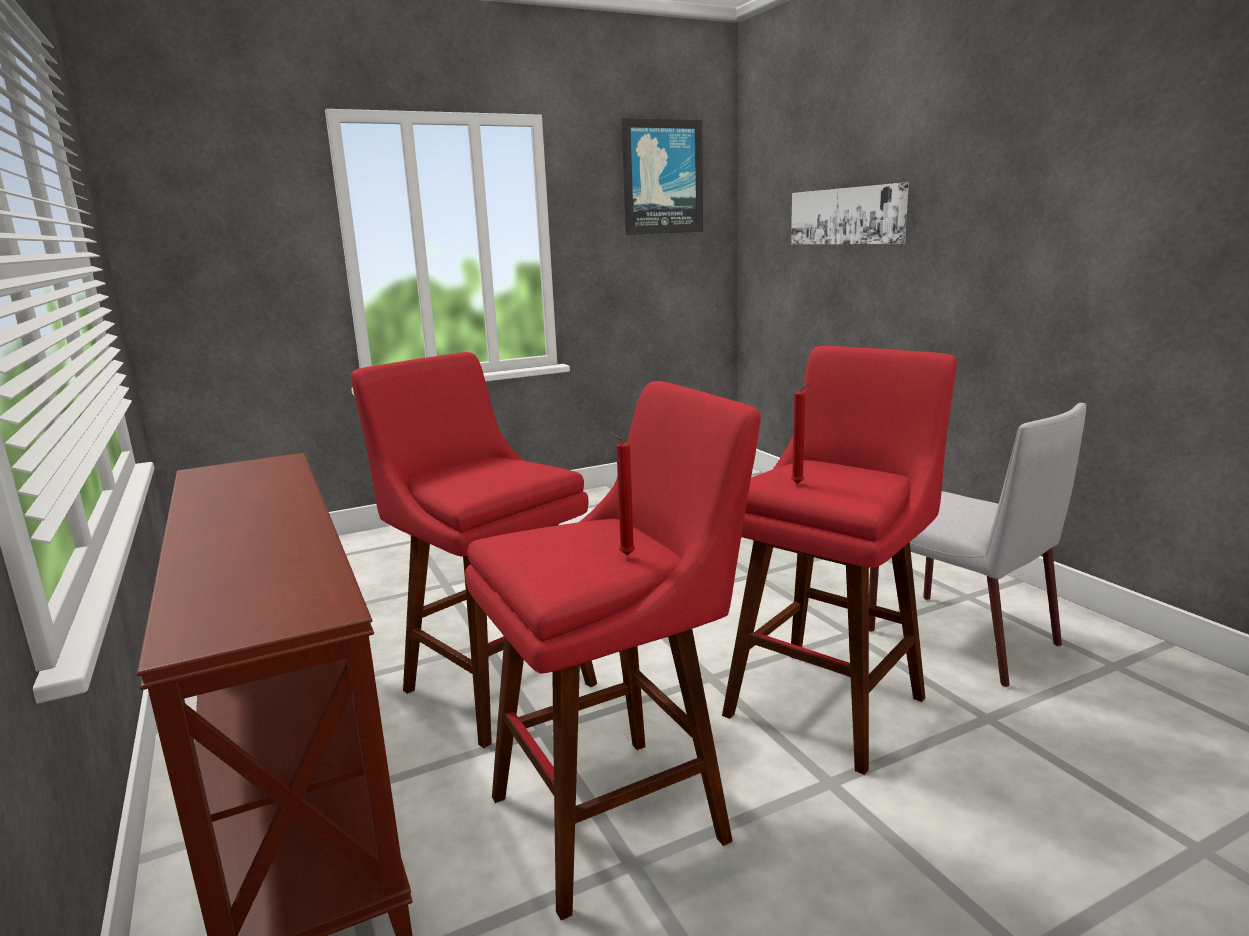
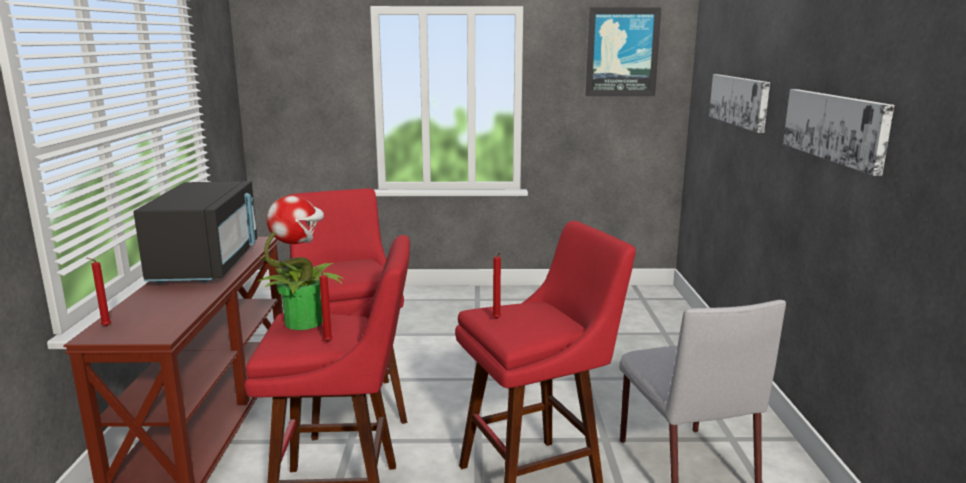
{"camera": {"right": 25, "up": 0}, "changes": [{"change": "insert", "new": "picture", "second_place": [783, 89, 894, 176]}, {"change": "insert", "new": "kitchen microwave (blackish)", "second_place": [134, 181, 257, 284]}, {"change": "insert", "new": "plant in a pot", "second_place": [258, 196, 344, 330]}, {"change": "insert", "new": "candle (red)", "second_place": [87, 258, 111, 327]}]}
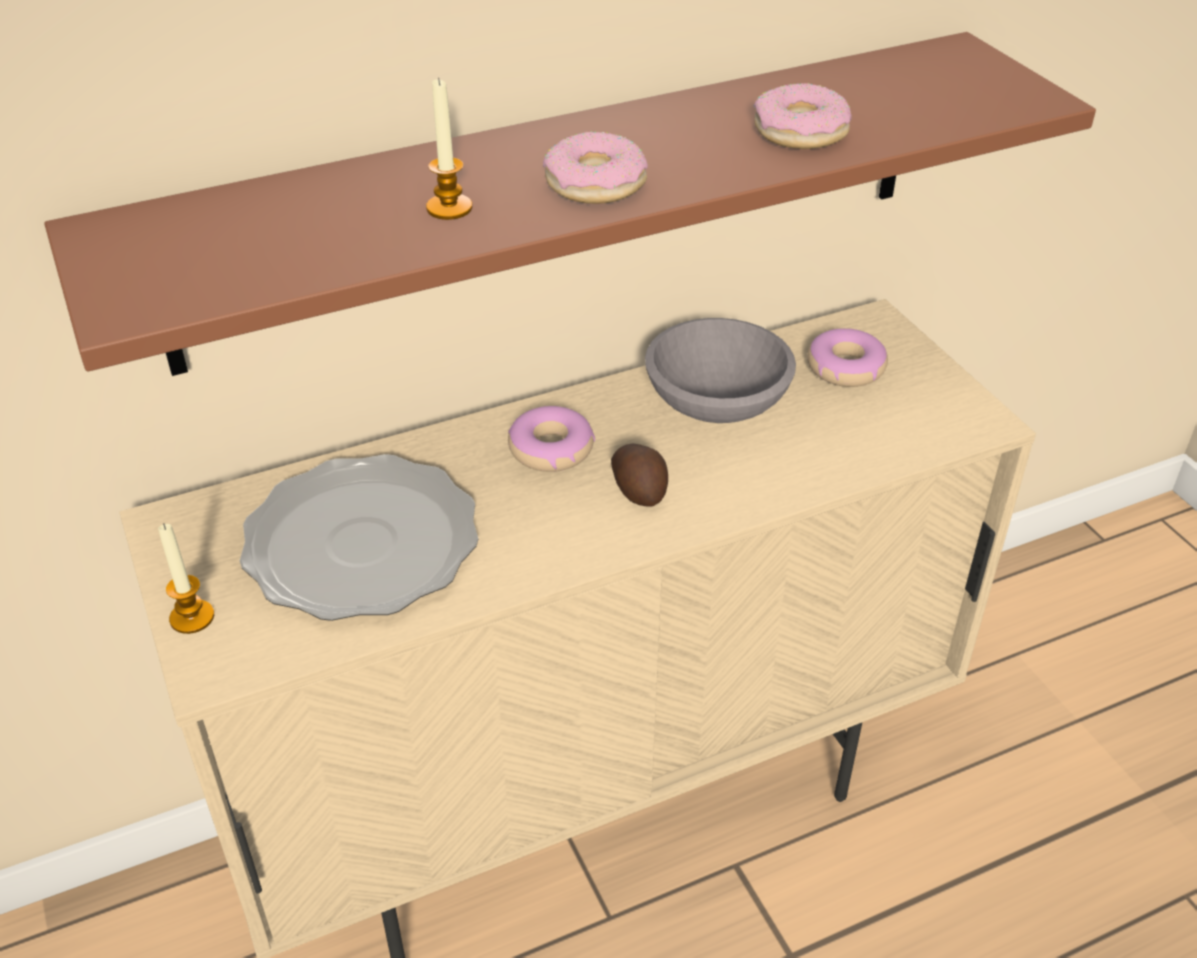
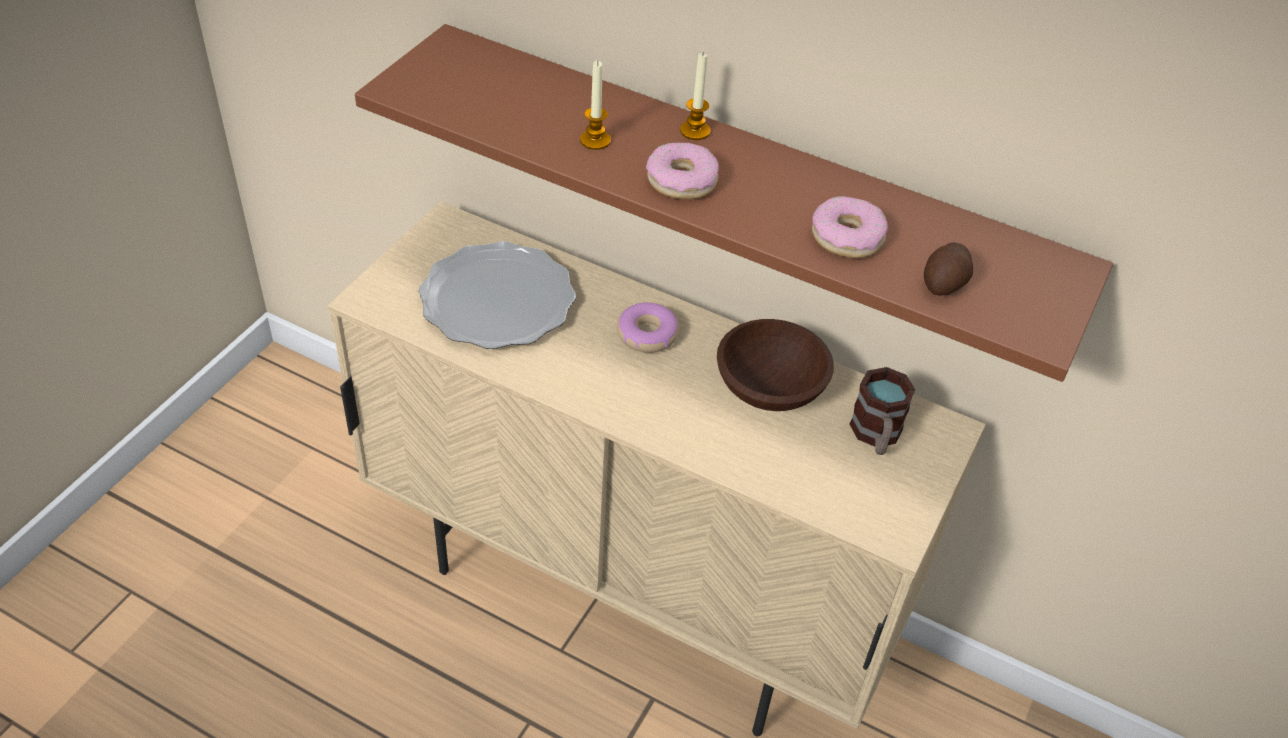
{"camera": {"right": 50, "up": 5}, "changes": [{"change": "recolor", "old": "serving bowl (gray)", "new": "serving bowl (brown-coloured)", "first_place": [645, 318, 796, 423], "second_place": [717, 319, 834, 411]}, {"change": "replace", "old": "donut", "new": "tea mug", "first_place": [807, 328, 888, 387], "second_place": [849, 367, 915, 455]}, {"change": "move", "old": "potato", "first_place": [611, 444, 668, 506], "second_place": [924, 242, 973, 296]}, {"change": "move", "old": "candle", "first_place": [158, 523, 214, 634], "second_place": [680, 53, 711, 140]}]}
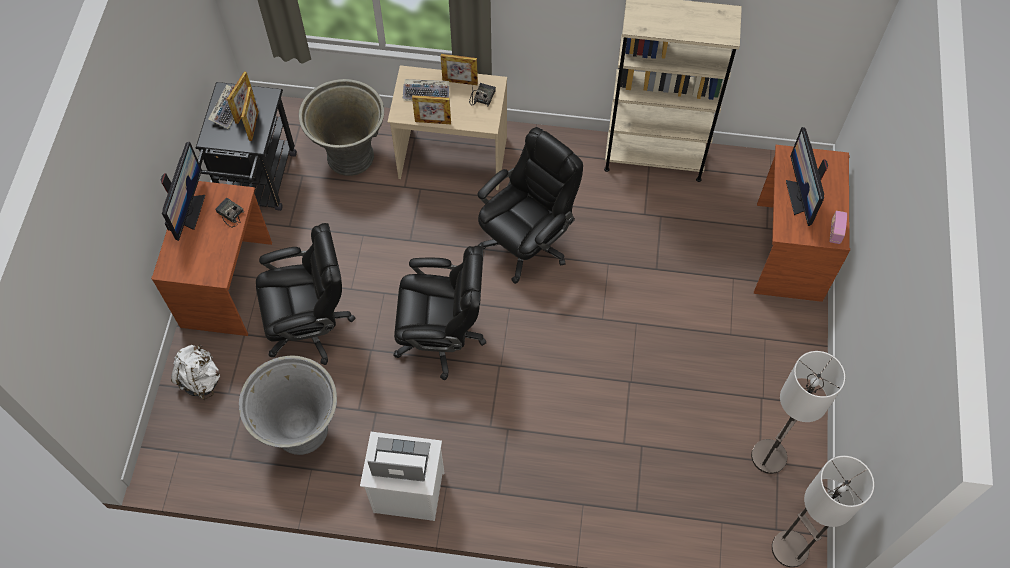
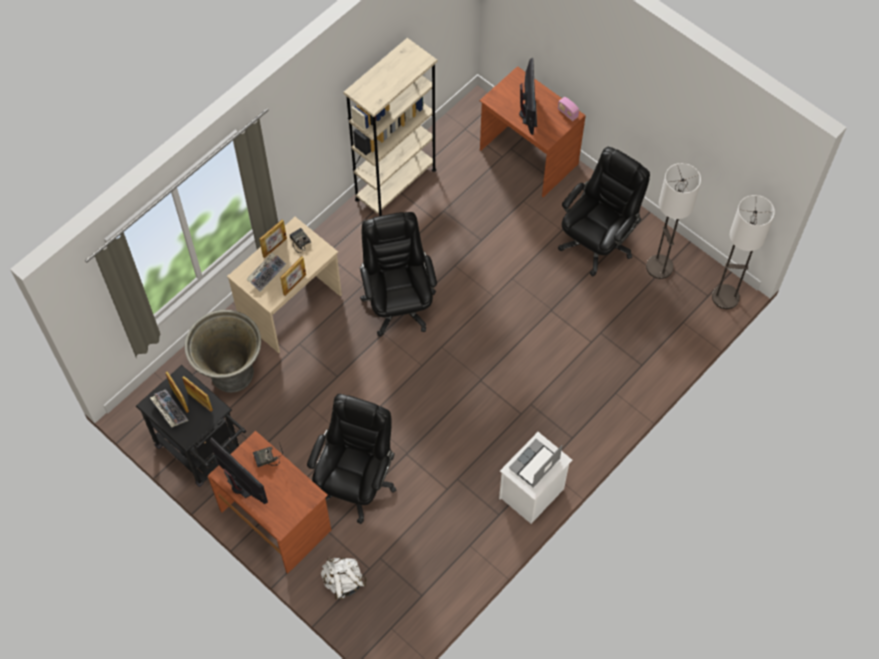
{"camera": {"right": -55, "up": 0}, "changes": [{"change": "rotate", "old": "computer display", "first_place": [786, 127, 828, 226], "second_place": [519, 58, 537, 135], "degrees": -120}, {"change": "move", "old": "desk chair (blackish)", "first_place": [393, 245, 486, 380], "second_place": [558, 147, 650, 277]}, {"change": "delete", "old": "flower pot (gray)", "first_place": [239, 355, 337, 455]}]}
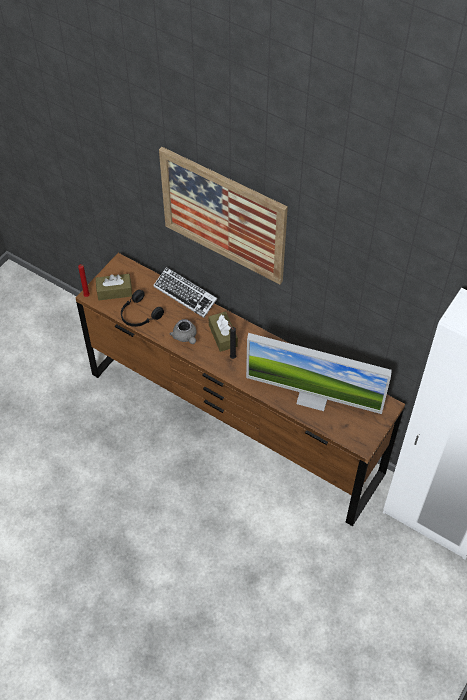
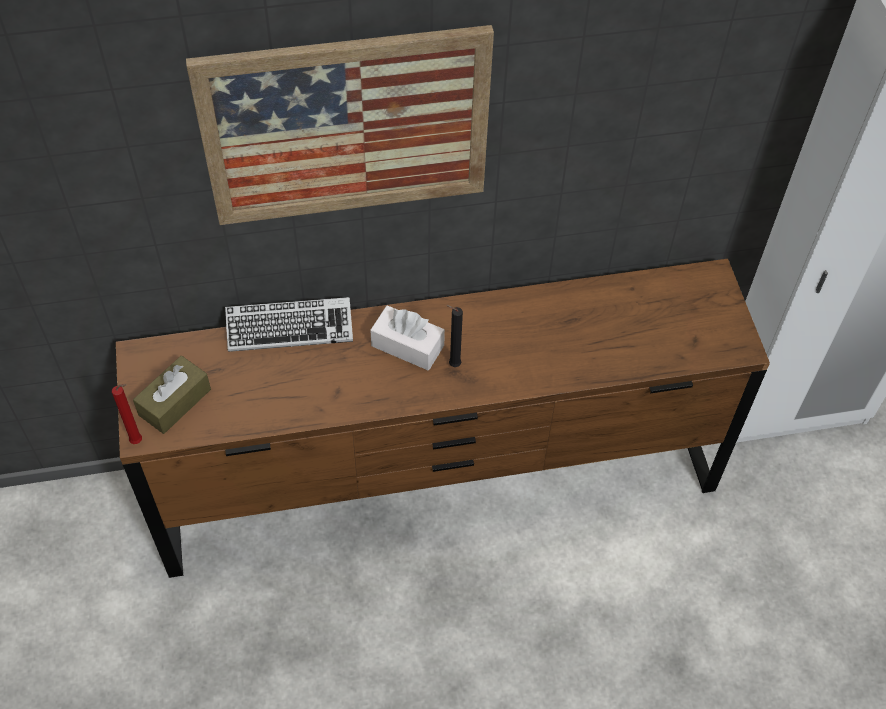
{"camera": {"right": -45, "up": 0}, "changes": [{"change": "delete", "old": "pair of headphones (blackish)", "first_place": [121, 290, 164, 327]}, {"change": "recolor", "old": "tissue holder (brown-coloured)", "new": "tissue holder (white)", "first_place": [208, 312, 238, 352], "second_place": [370, 305, 445, 370]}, {"change": "delete", "old": "pot for tea (gray)", "first_place": [169, 319, 197, 344]}, {"change": "delete", "old": "computer display", "first_place": [246, 333, 392, 414]}]}
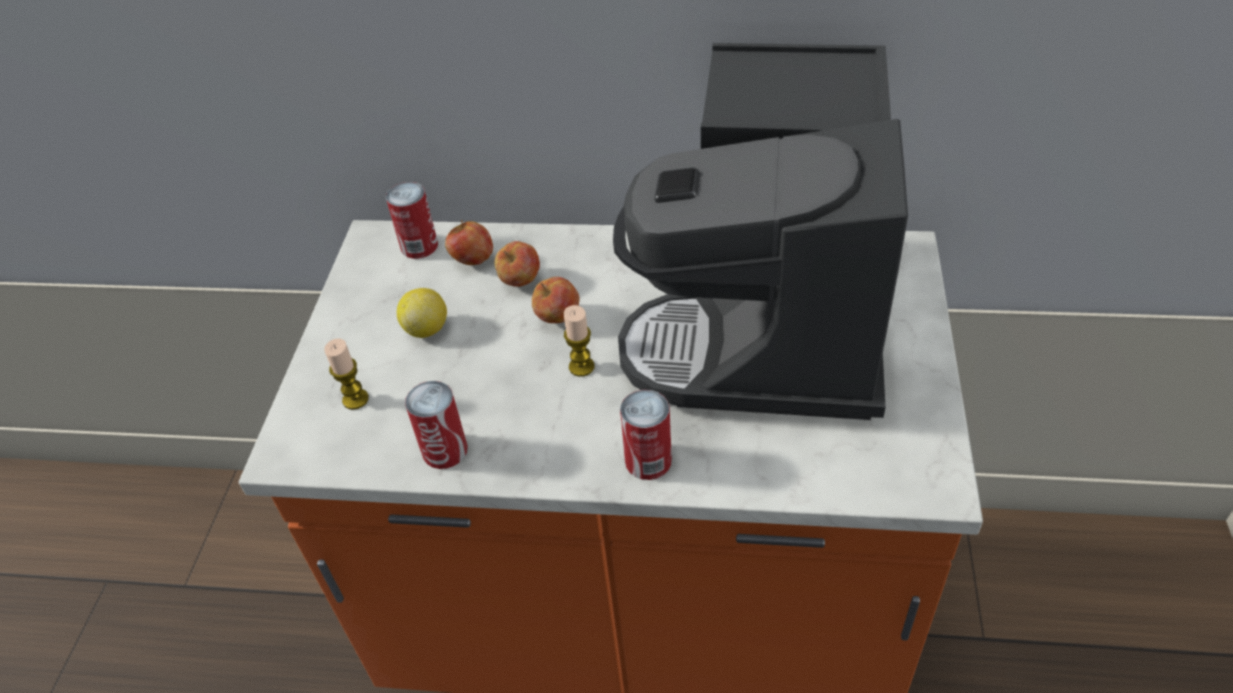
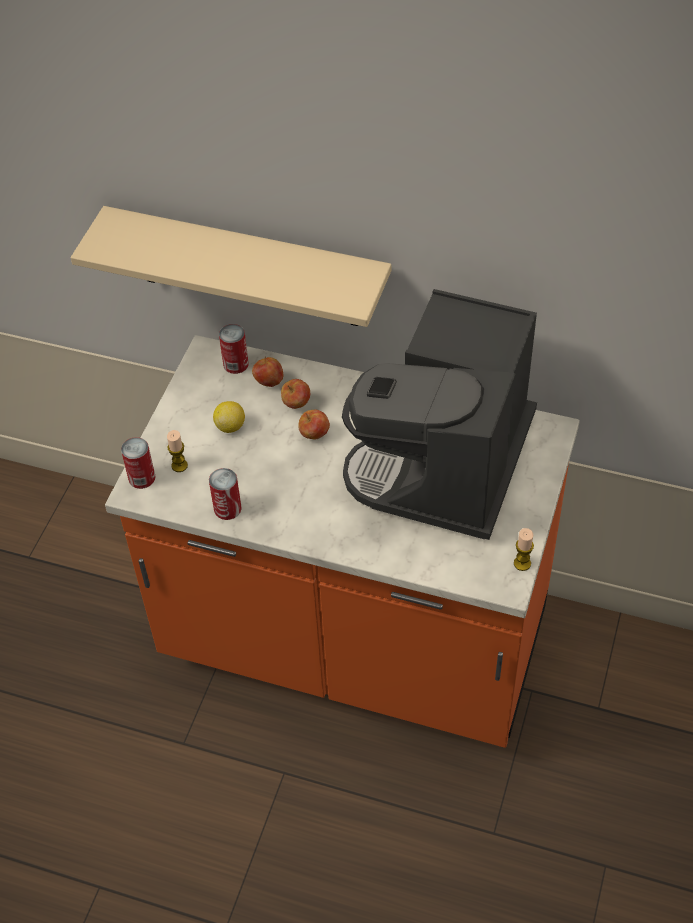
{"camera": {"right": 10, "up": 5}, "changes": [{"change": "move", "old": "candle", "first_place": [564, 305, 594, 377], "second_place": [514, 528, 534, 571]}, {"change": "move", "old": "metal can", "first_place": [620, 390, 672, 480], "second_place": [121, 437, 156, 489]}, {"change": "insert", "new": "wall shelf (sand-coloured)", "second_place": [71, 206, 391, 327]}]}
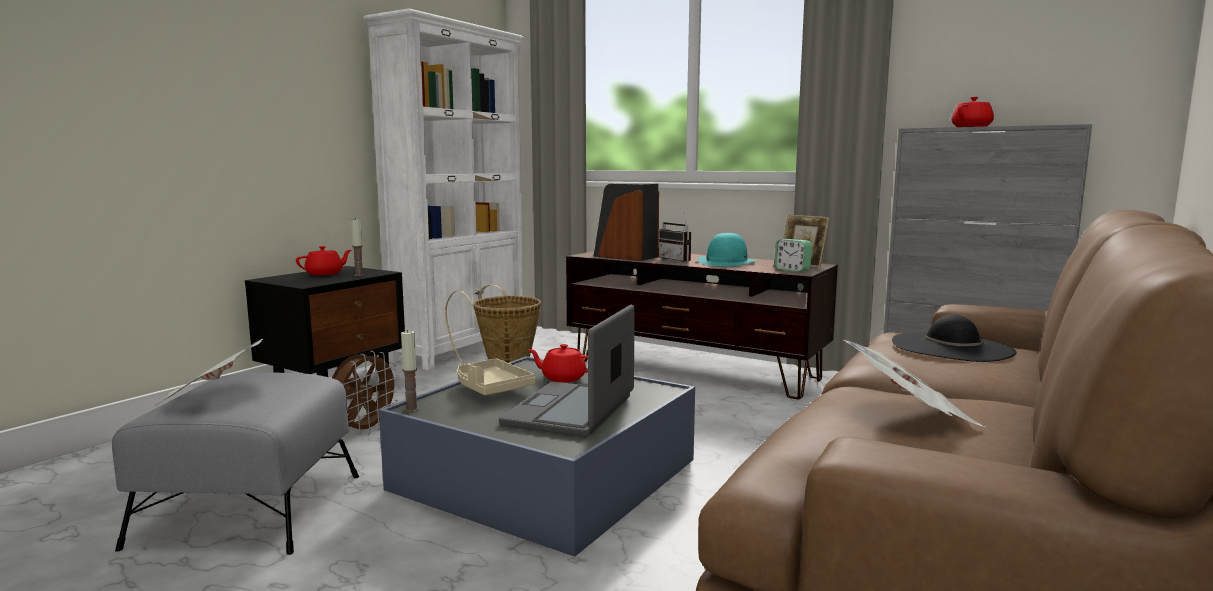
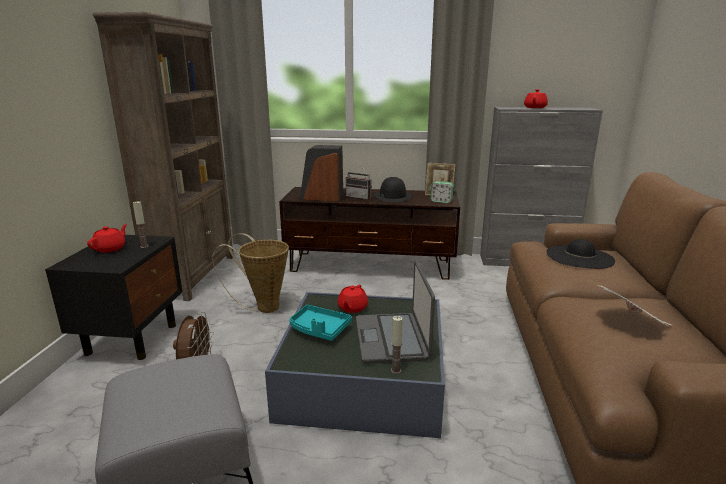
{"camera": {"right": -25, "up": 10}, "changes": [{"change": "recolor", "old": "shelving unit (white)", "new": "shelving unit (brown-coloured)", "first_place": [364, 8, 524, 371], "second_place": [93, 12, 233, 301]}, {"change": "recolor", "old": "wearable hat (turquoise-coloured)", "new": "wearable hat (blackish)", "first_place": [697, 233, 756, 266], "second_place": [374, 177, 412, 202]}, {"change": "move", "old": "candle", "first_place": [401, 330, 419, 412], "second_place": [391, 316, 403, 374]}, {"change": "delete", "old": "printed paper", "first_place": [154, 339, 263, 406]}, {"change": "rotate", "old": "pot for tea (red)", "first_place": [528, 344, 588, 382], "second_place": [338, 284, 368, 313], "degrees": -60}, {"change": "recolor", "old": "serving tray (sand-coloured)", "new": "serving tray (turquoise-coloured)", "first_place": [457, 358, 535, 395], "second_place": [289, 305, 352, 341]}]}
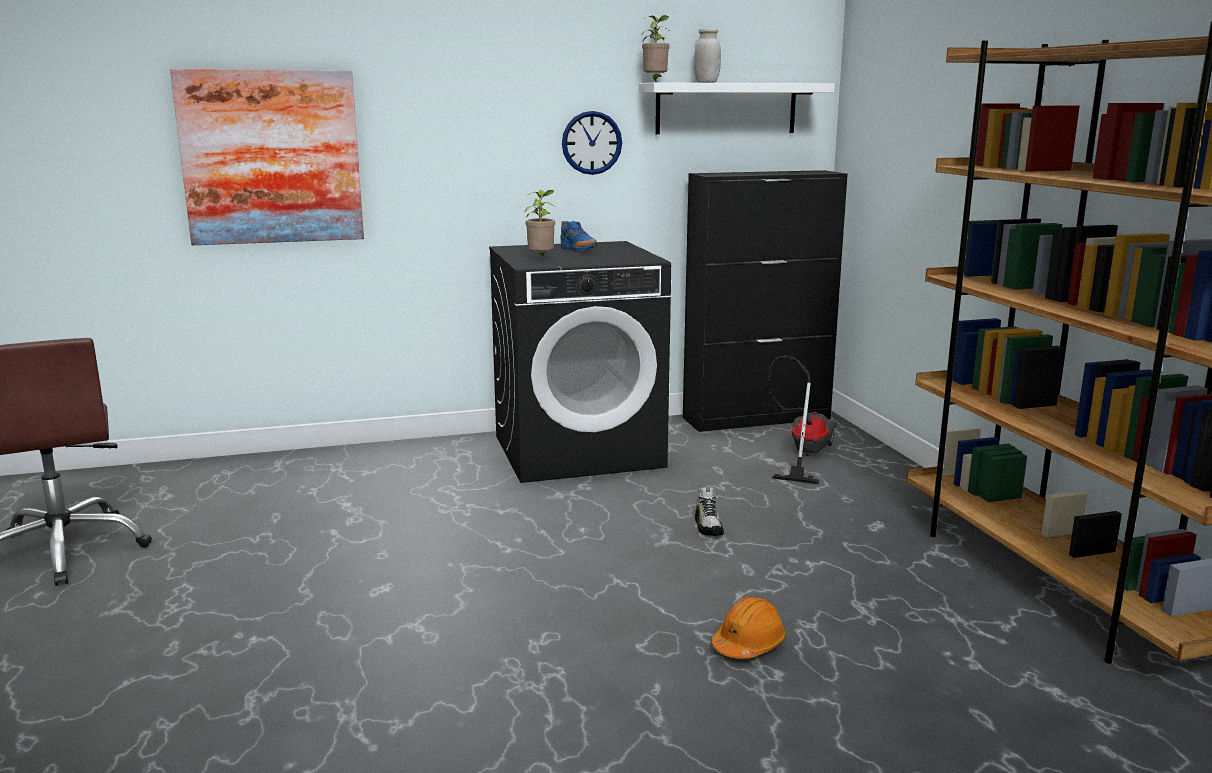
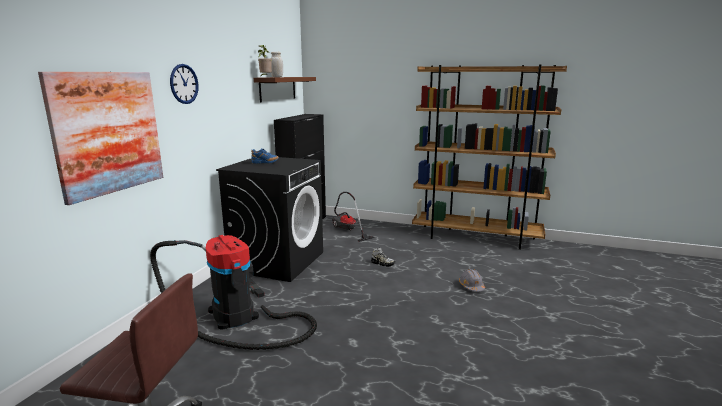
{"camera": {"right": -55, "up": 0}, "changes": [{"change": "recolor", "old": "wall shelf (white)", "new": "wall shelf (brown-coloured)", "first_place": [638, 82, 835, 134], "second_place": [254, 77, 316, 102]}, {"change": "move", "old": "wall clock", "first_place": [562, 111, 622, 175], "second_place": [170, 64, 198, 104]}, {"change": "delete", "old": "plant in a pot", "first_place": [525, 190, 555, 257]}, {"change": "recolor", "old": "work helmet (orange)", "new": "work helmet (gray)", "first_place": [711, 597, 786, 659], "second_place": [459, 269, 485, 292]}, {"change": "insert", "new": "vacuum cleaner", "second_place": [150, 235, 317, 350]}]}
